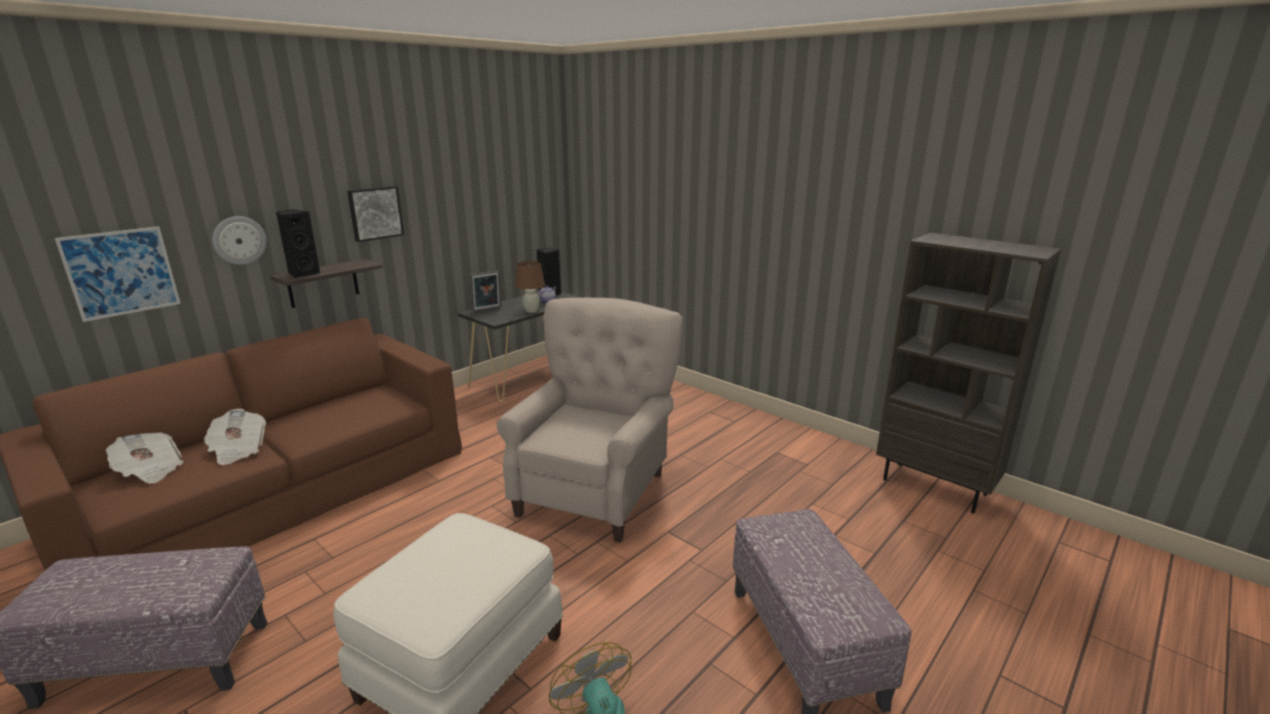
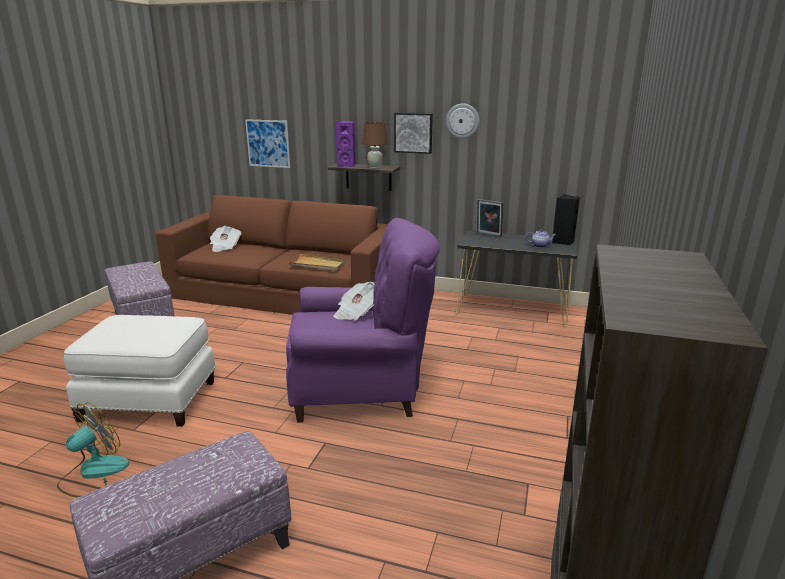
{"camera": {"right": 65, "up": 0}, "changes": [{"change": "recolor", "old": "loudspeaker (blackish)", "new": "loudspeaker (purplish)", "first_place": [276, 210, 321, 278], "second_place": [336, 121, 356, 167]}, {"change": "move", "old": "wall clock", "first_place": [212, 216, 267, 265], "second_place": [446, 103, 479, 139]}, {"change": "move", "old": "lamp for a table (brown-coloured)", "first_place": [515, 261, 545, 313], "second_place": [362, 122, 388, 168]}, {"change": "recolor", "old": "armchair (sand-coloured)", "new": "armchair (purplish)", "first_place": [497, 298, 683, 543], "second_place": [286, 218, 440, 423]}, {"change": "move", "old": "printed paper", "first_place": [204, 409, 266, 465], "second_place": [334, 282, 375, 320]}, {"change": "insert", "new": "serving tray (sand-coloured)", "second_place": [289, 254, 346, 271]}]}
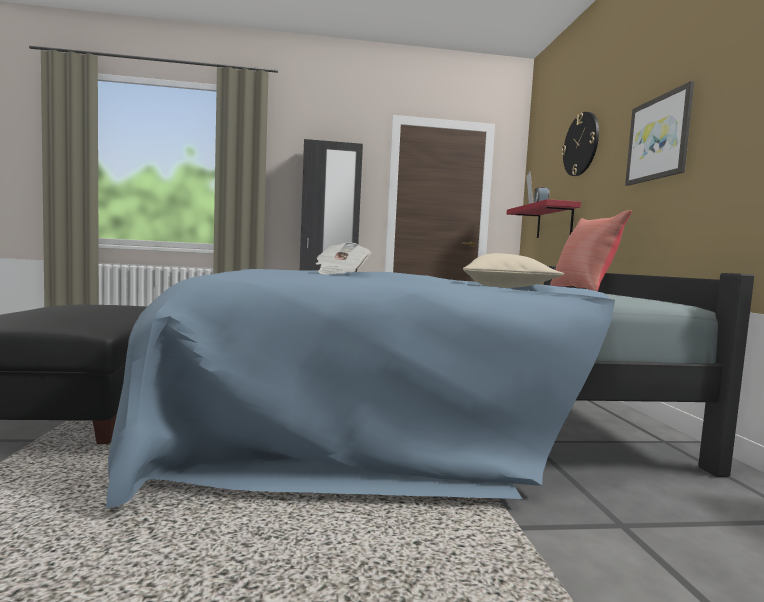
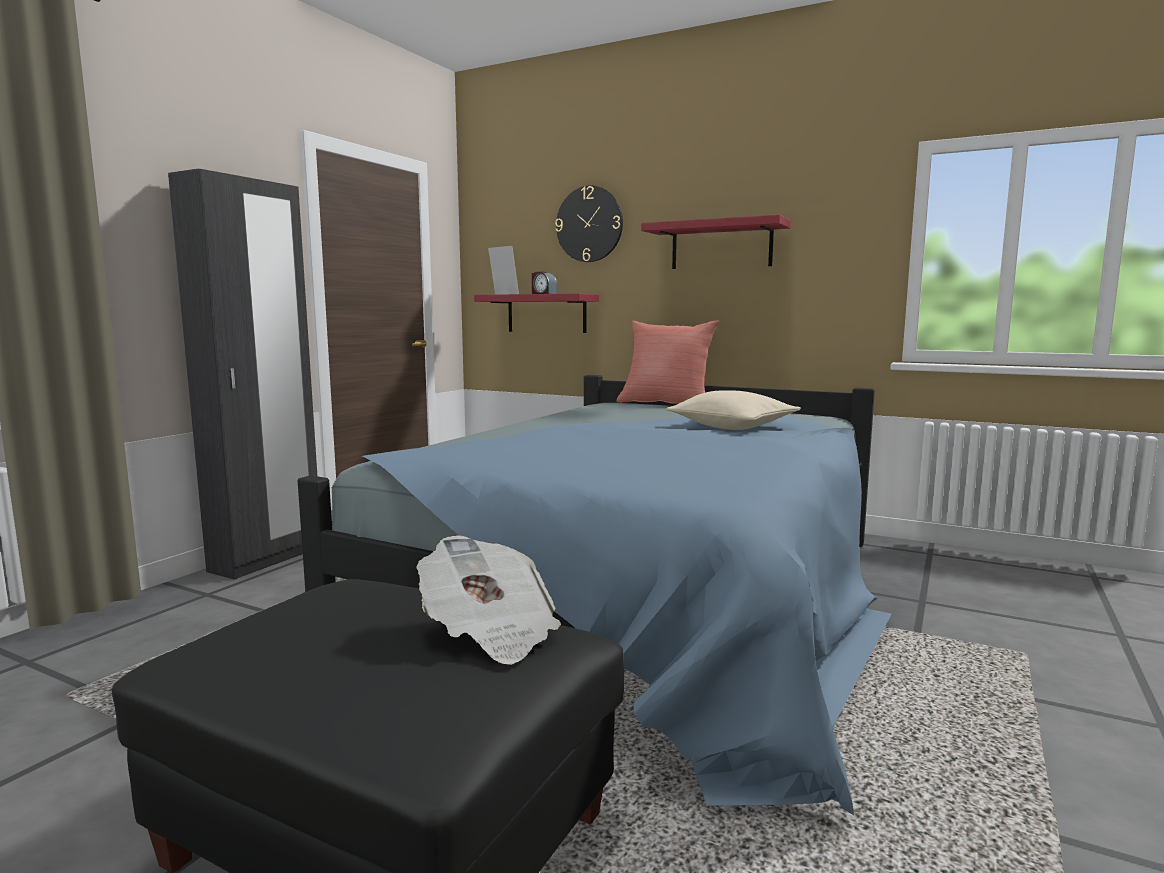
{"camera": {"right": -55, "up": 5}, "changes": [{"change": "replace", "old": "picture", "new": "wall shelf (red)", "first_place": [625, 81, 694, 186], "second_place": [641, 215, 791, 269]}, {"change": "move", "old": "printed paper", "first_place": [316, 242, 371, 274], "second_place": [417, 536, 561, 665]}]}
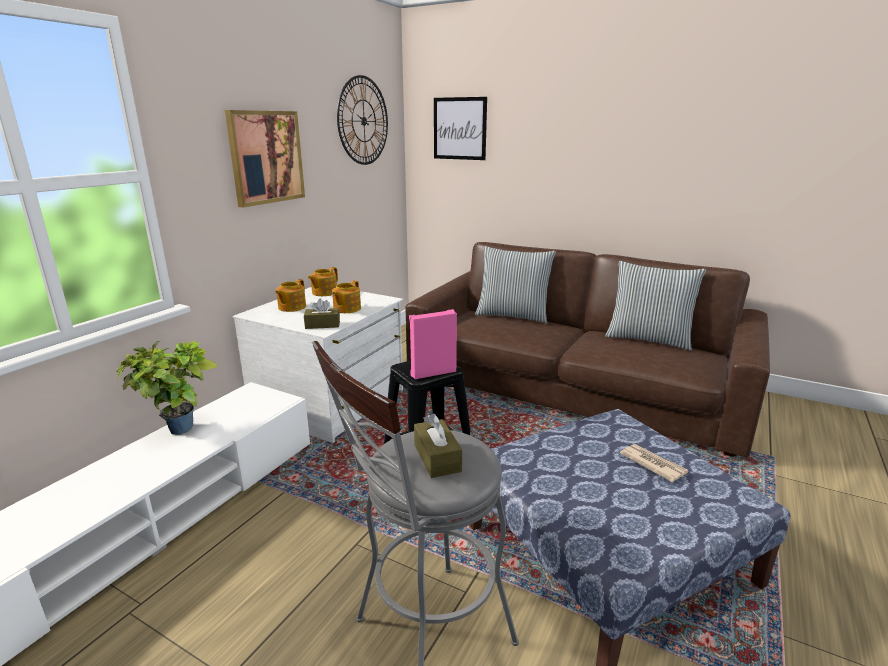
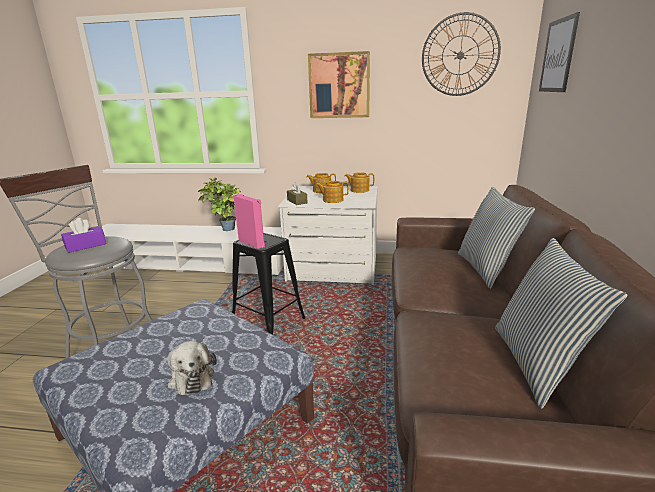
{"camera": {"right": 70, "up": 0}, "changes": [{"change": "recolor", "old": "tissue holder (brown-coloured)", "new": "tissue holder (purplish)", "first_place": [414, 414, 462, 478], "second_place": [61, 218, 106, 253]}, {"change": "replace", "old": "printed paper", "new": "soft toy", "first_place": [620, 444, 688, 482], "second_place": [167, 341, 217, 396]}]}
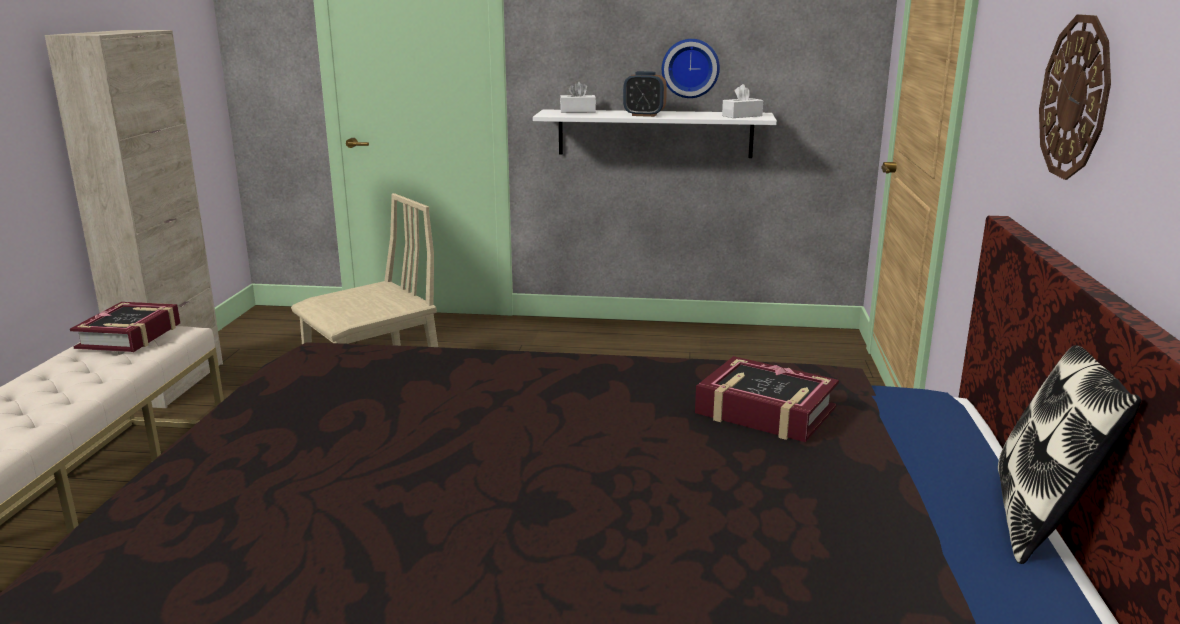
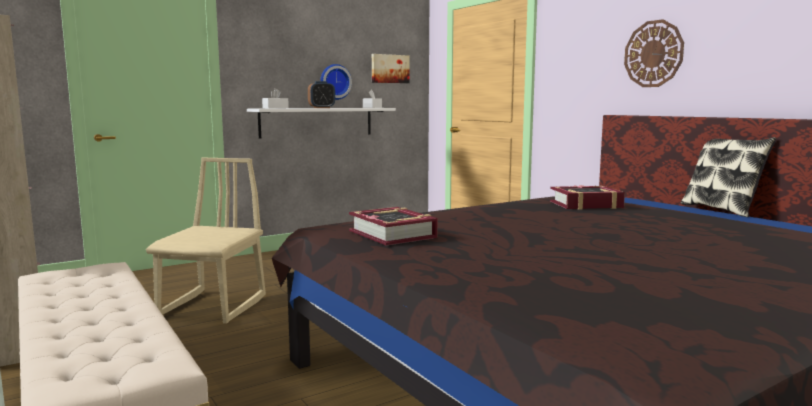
{"camera": {"right": -40, "up": -10}, "changes": [{"change": "move", "old": "book", "first_place": [70, 302, 180, 352], "second_place": [349, 207, 438, 245]}, {"change": "insert", "new": "picture", "second_place": [372, 54, 409, 83]}]}
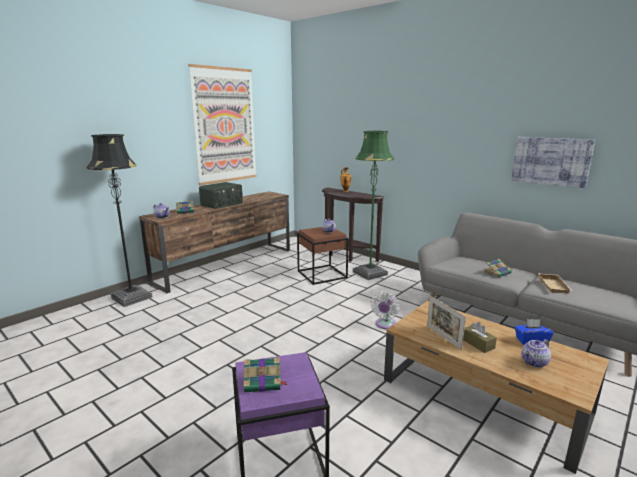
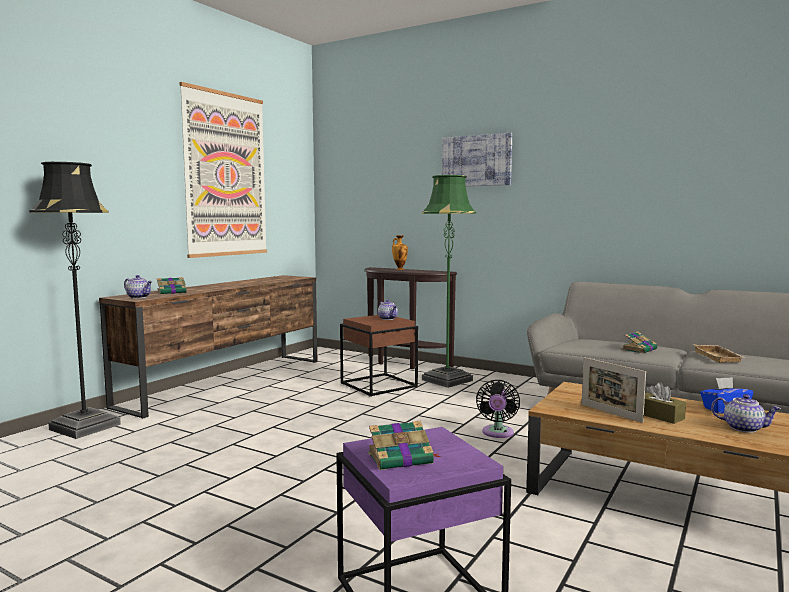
{"camera": {"right": -10, "up": -10}, "changes": [{"change": "move", "old": "picture", "first_place": [511, 137, 595, 188], "second_place": [442, 133, 512, 186]}, {"change": "delete", "old": "radio set", "first_place": [199, 182, 243, 209]}, {"change": "recolor", "old": "electric fan (white)", "new": "electric fan (blackish)", "first_place": [371, 292, 400, 330], "second_place": [476, 380, 520, 438]}, {"change": "rotate", "old": "pot for tea", "first_place": [521, 339, 551, 368], "second_place": [711, 394, 781, 433], "degrees": -105}]}
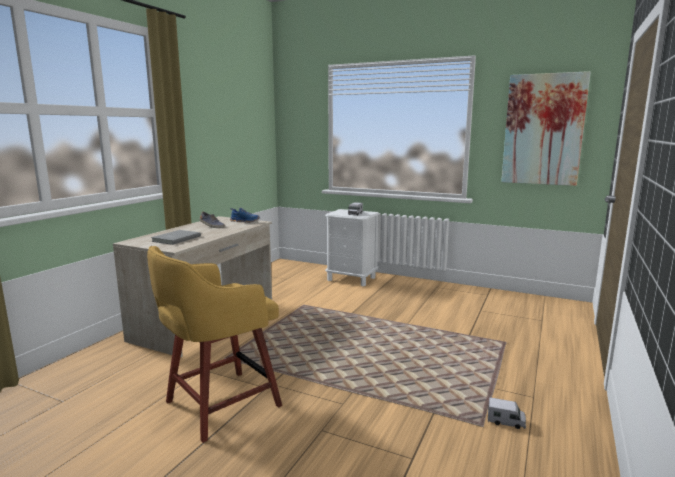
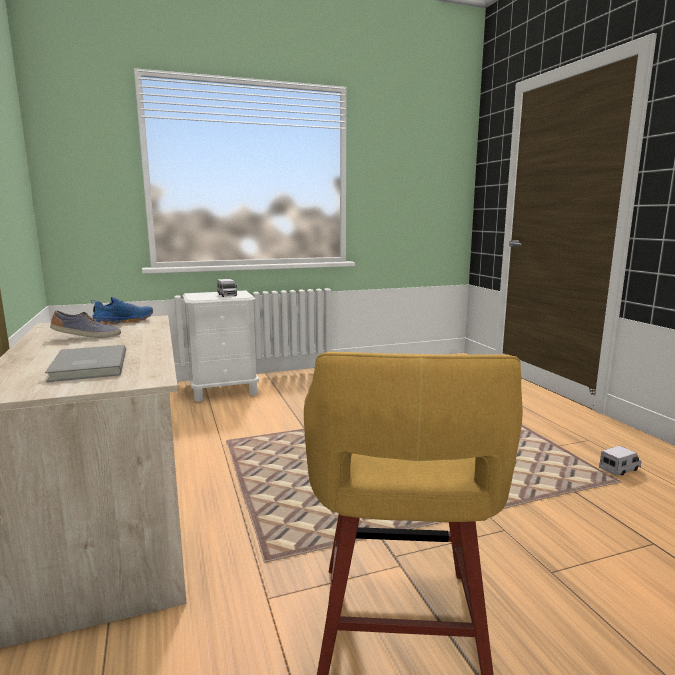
{"camera": {"right": -45, "up": 0}, "changes": [{"change": "delete", "old": "picture", "first_place": [501, 71, 591, 186]}]}
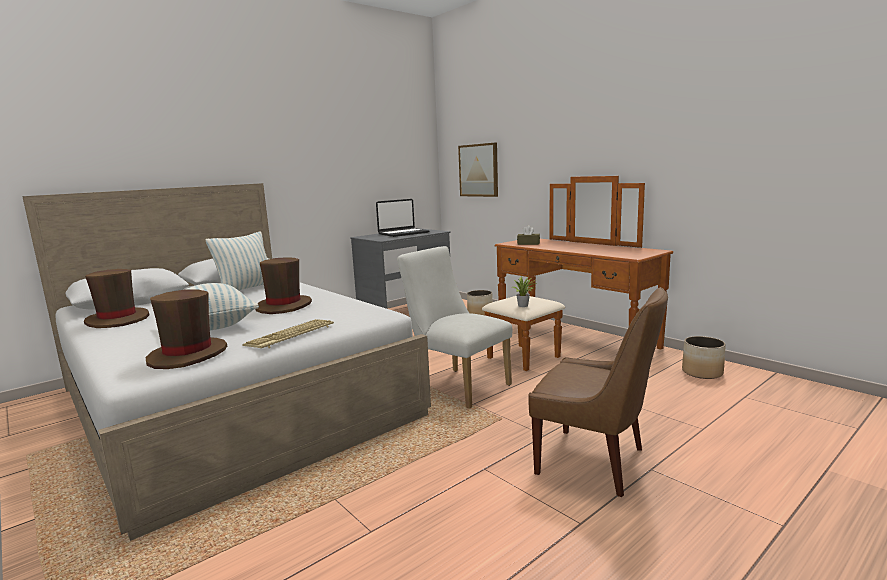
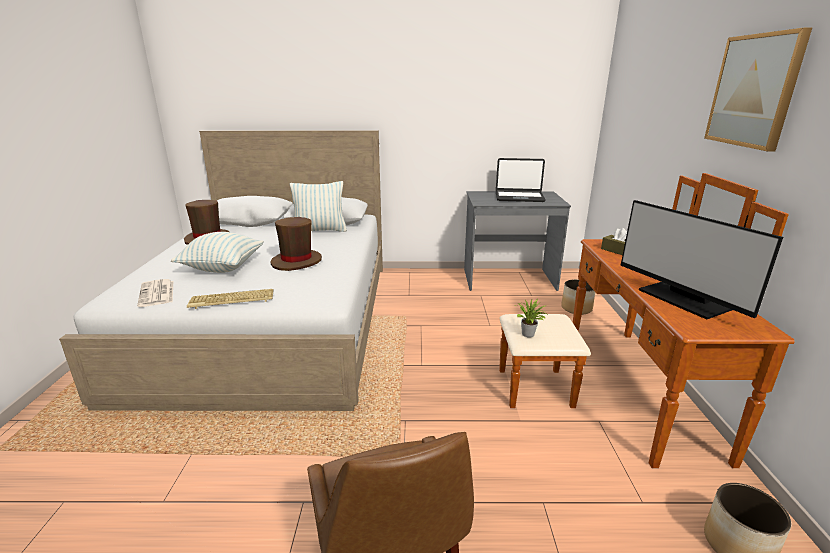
{"camera": {"right": 40, "up": 10}, "changes": [{"change": "move", "old": "picture", "first_place": [458, 143, 498, 197], "second_place": [704, 28, 812, 152]}, {"change": "delete", "old": "chair (white)", "first_place": [397, 246, 512, 409]}, {"change": "replace", "old": "wearable hat (brown-coloured)", "new": "printed paper", "first_place": [145, 289, 227, 369], "second_place": [137, 279, 173, 307]}, {"change": "insert", "new": "computer display", "second_place": [620, 200, 783, 319]}]}
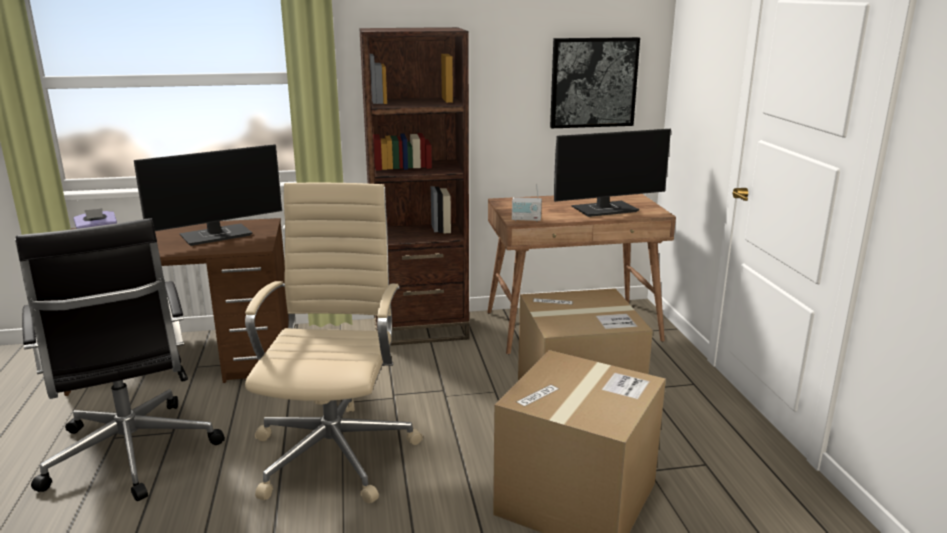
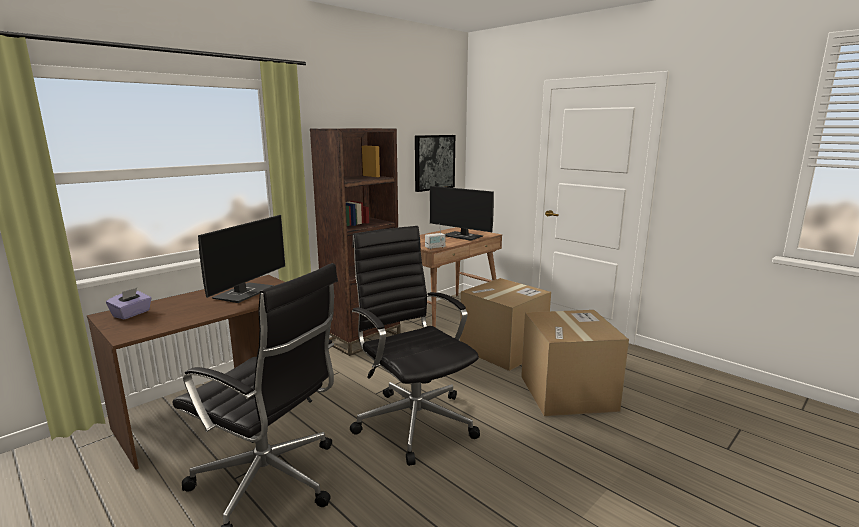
{"camera": {"right": -35, "up": -5}, "changes": [{"change": "rotate", "old": "computer display", "first_place": [554, 129, 671, 217], "second_place": [430, 186, 494, 241], "degrees": 90}, {"change": "recolor", "old": "desk chair (sand-coloured)", "new": "desk chair (blackish)", "first_place": [245, 183, 423, 503], "second_place": [350, 226, 480, 466]}]}
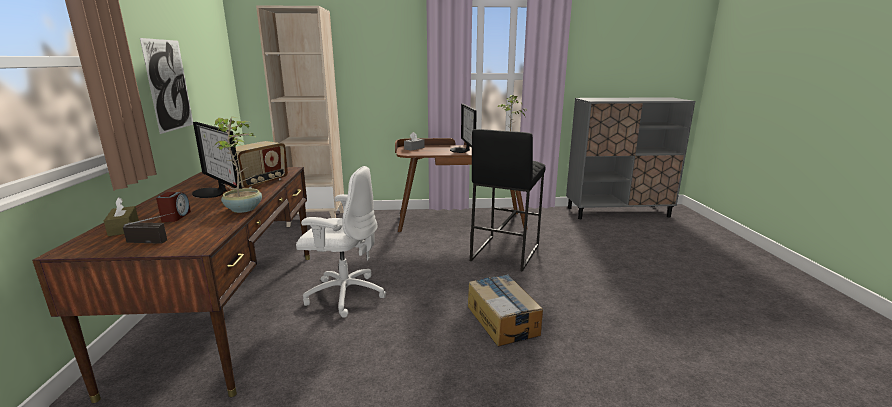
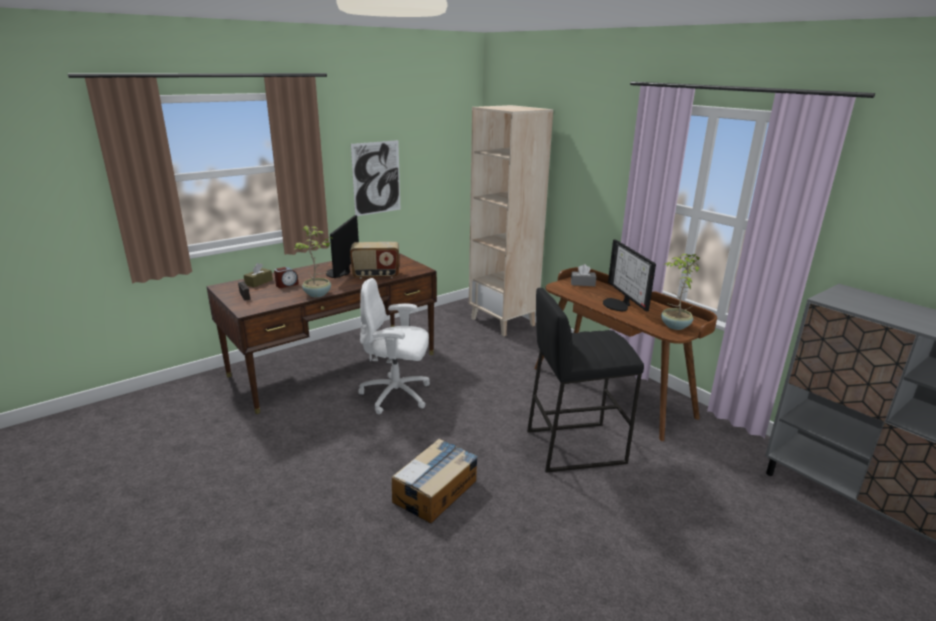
{"camera": {"right": 55, "up": 5}, "changes": [{"change": "rotate", "old": "computer display", "first_place": [450, 104, 477, 153], "second_place": [603, 239, 656, 311], "degrees": -60}, {"change": "rotate", "old": "desk chair (white)", "first_place": [296, 166, 386, 318], "second_place": [358, 278, 430, 414], "degrees": 120}]}
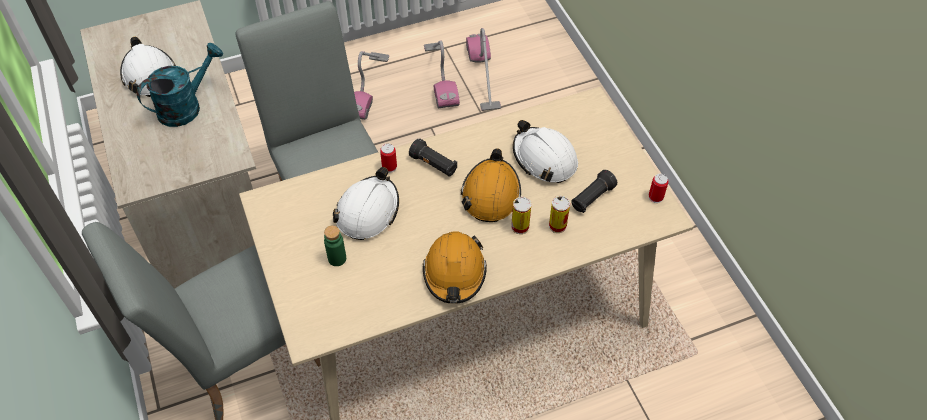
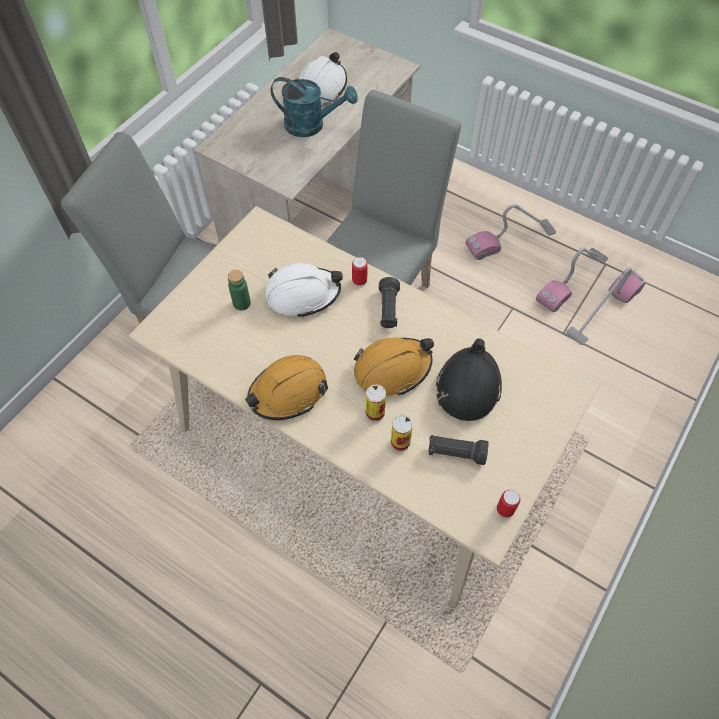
{"camera": {"right": 55, "up": 5}, "changes": [{"change": "recolor", "old": "work helmet (white)", "new": "work helmet (blackish)", "first_place": [513, 120, 578, 183], "second_place": [436, 338, 502, 421]}]}
